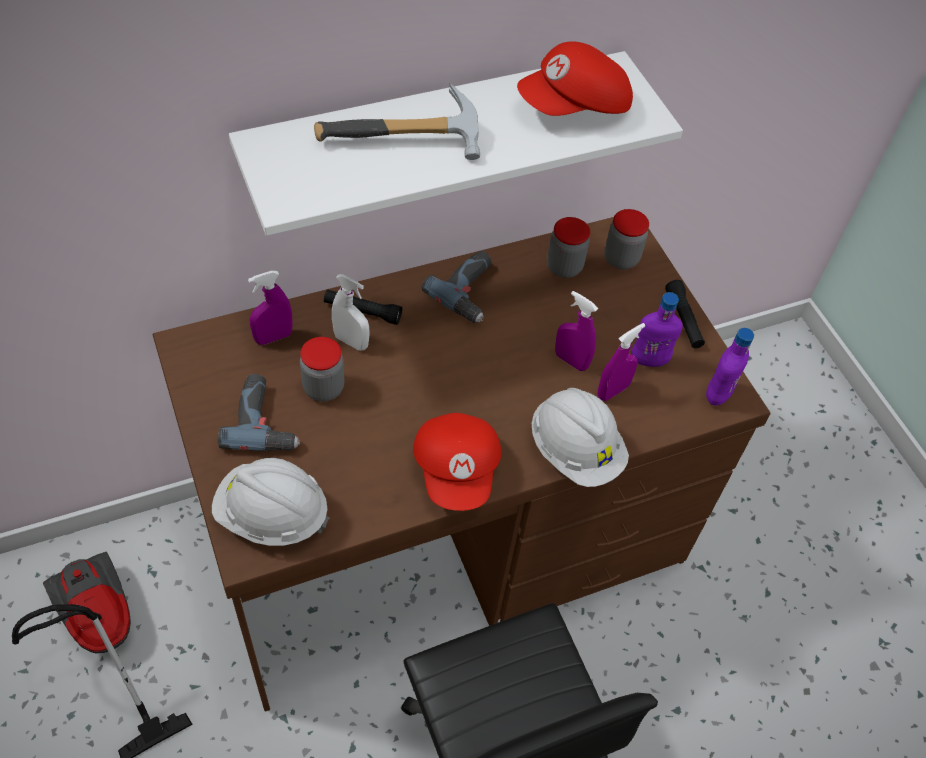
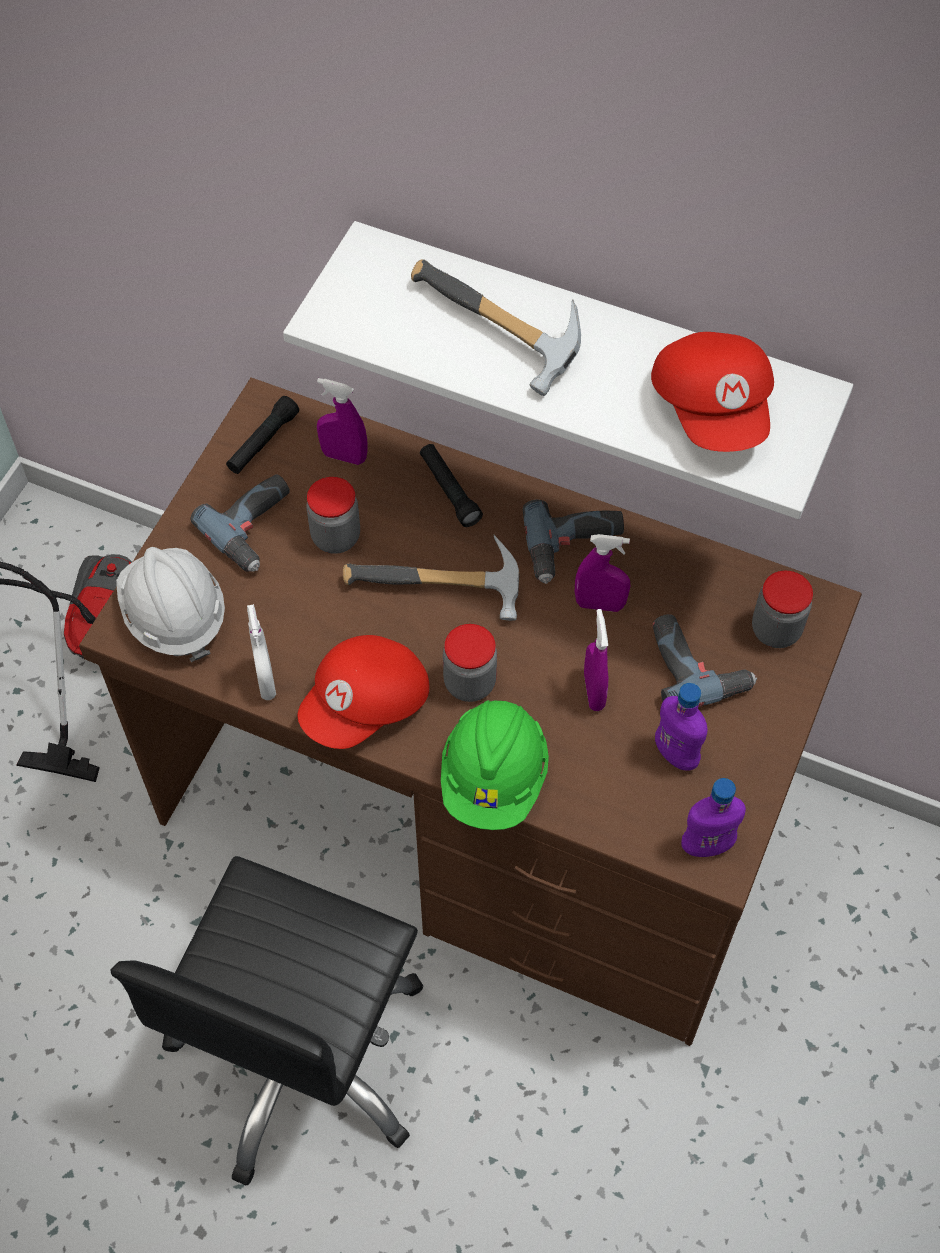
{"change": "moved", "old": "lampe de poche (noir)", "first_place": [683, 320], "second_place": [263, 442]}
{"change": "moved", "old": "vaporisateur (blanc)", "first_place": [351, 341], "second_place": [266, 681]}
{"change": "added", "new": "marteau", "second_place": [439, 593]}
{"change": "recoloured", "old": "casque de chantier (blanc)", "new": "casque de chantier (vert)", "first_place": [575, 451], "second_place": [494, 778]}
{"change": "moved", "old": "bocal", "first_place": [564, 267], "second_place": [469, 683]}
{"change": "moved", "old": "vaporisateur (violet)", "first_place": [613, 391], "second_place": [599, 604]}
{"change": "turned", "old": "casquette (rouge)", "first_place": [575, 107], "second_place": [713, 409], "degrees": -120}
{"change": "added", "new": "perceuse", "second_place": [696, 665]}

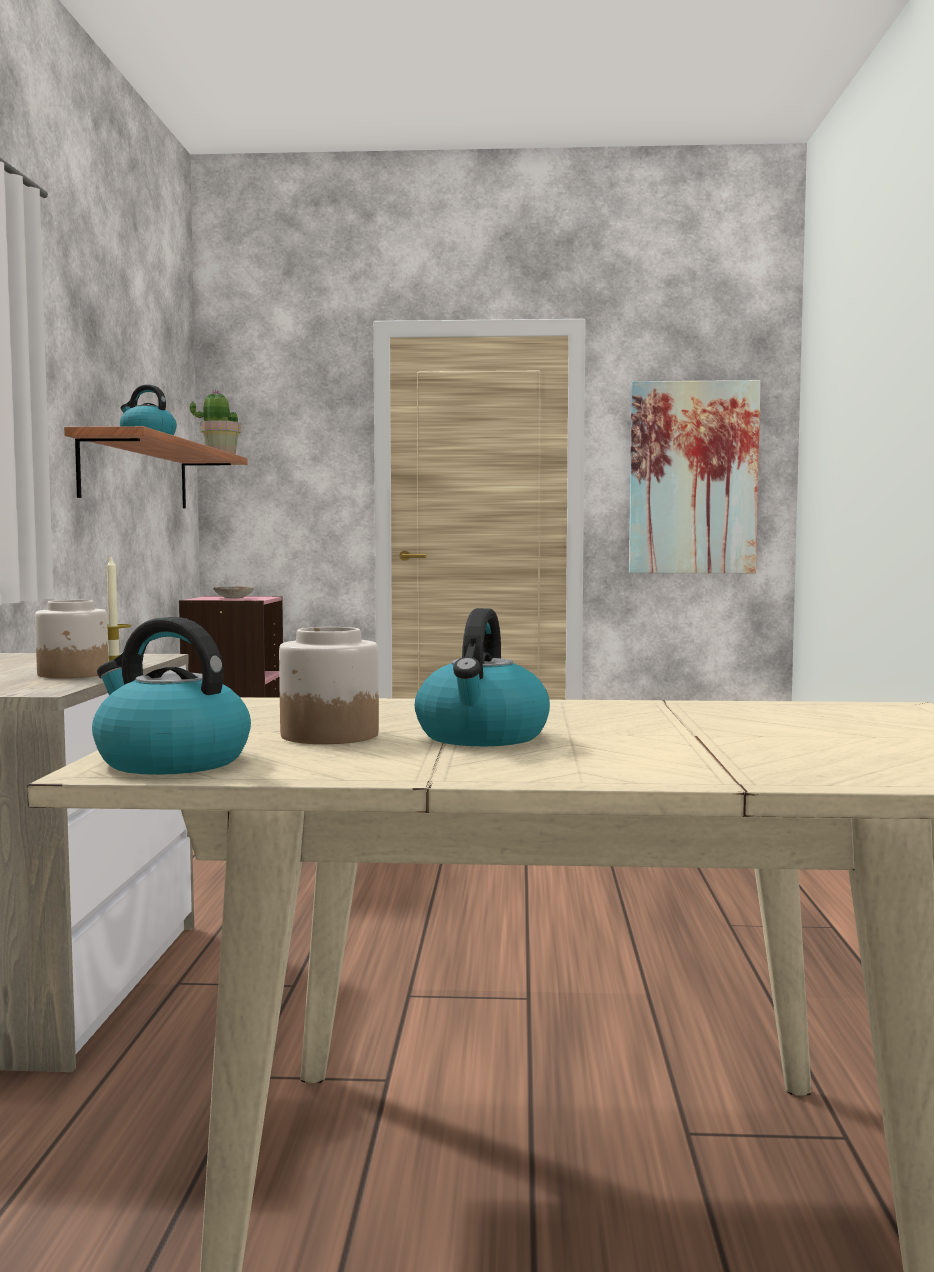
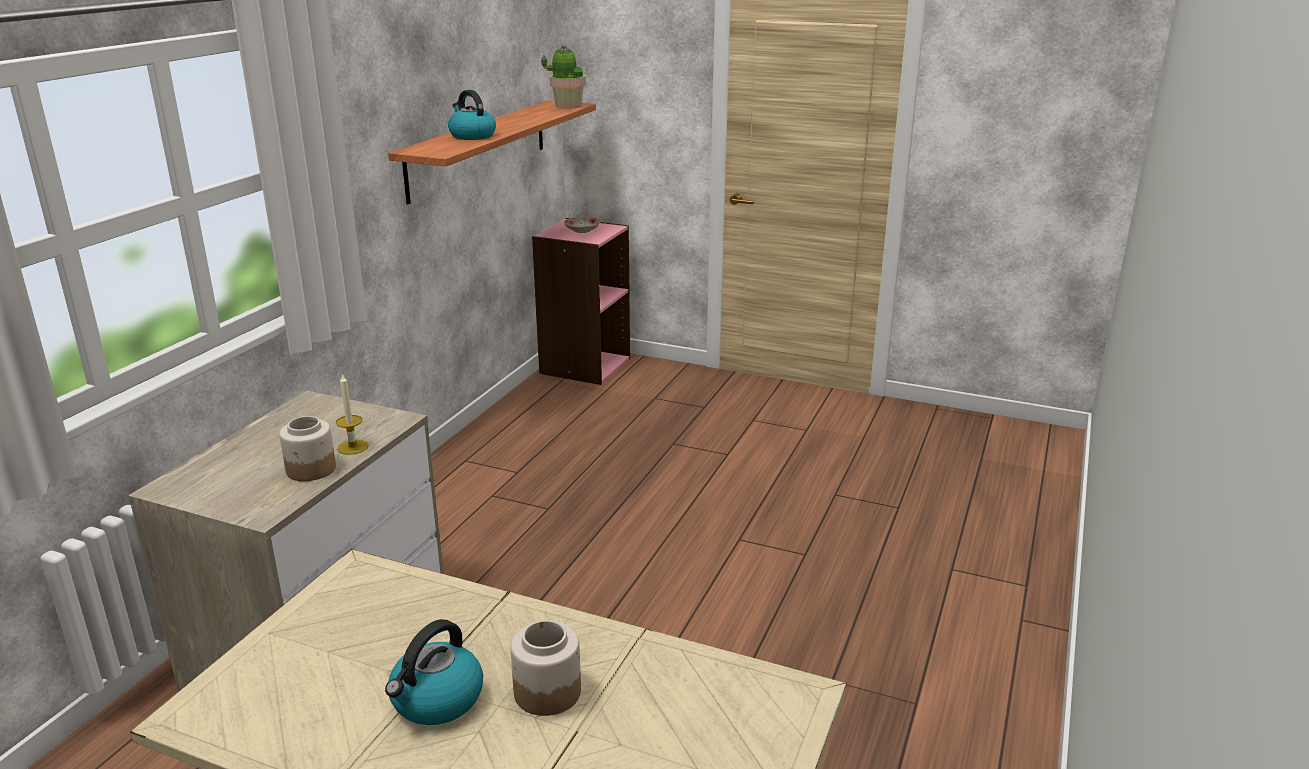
{"change": "moved", "old": "bocal", "first_place": [329, 735], "second_place": [547, 692]}
{"change": "removed", "old": "bouilloire", "first_place": [170, 761]}
{"change": "removed", "old": "tableau", "first_place": [693, 478]}

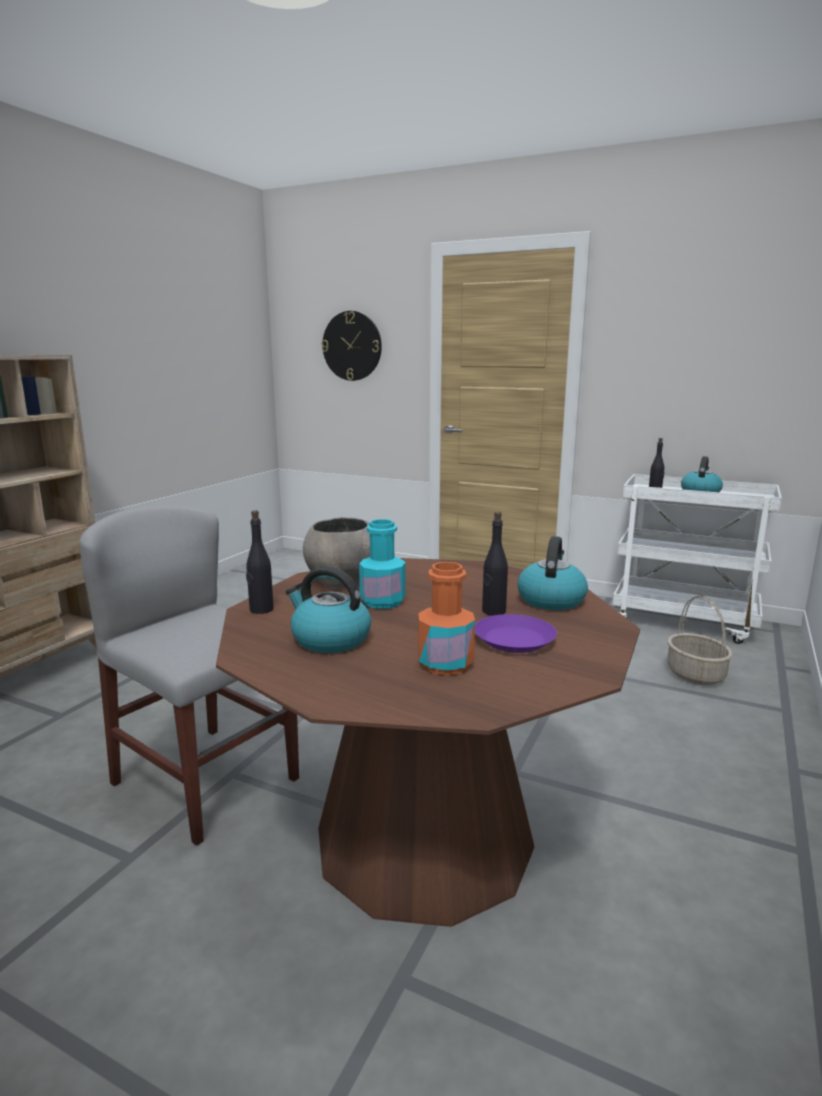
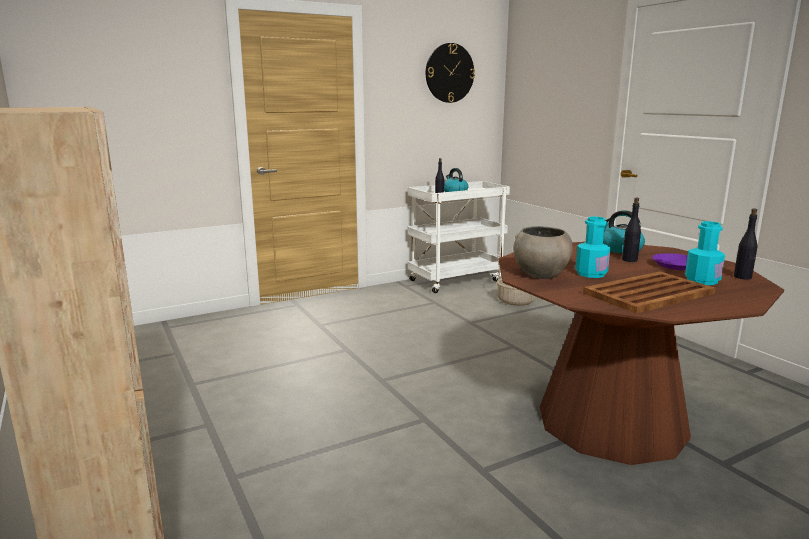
{"change": "moved", "old": "horloge murale", "first_place": [352, 346], "second_place": [449, 73]}
{"change": "replaced", "old": "bouilloire", "new": "plateau (marron)", "first_place": [329, 639], "second_place": [650, 293]}
{"change": "recoloured", "old": "bouteille (orange)", "new": "bouteille (turquoise)", "first_place": [445, 664], "second_place": [702, 281]}
{"change": "moved", "old": "bouteille (noir)", "first_place": [261, 609], "second_place": [742, 277]}
{"change": "removed", "old": "chaise (gris)", "first_place": [206, 781]}

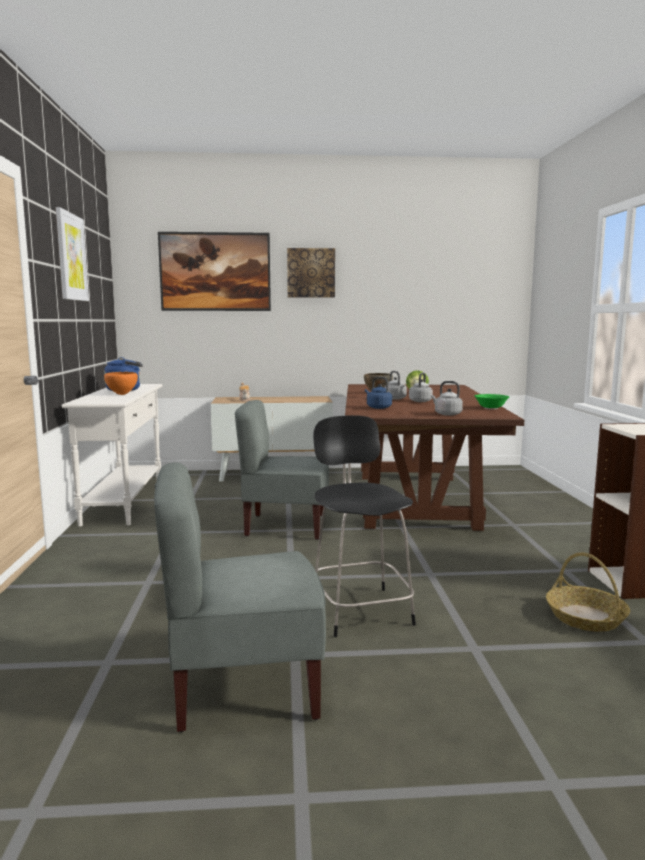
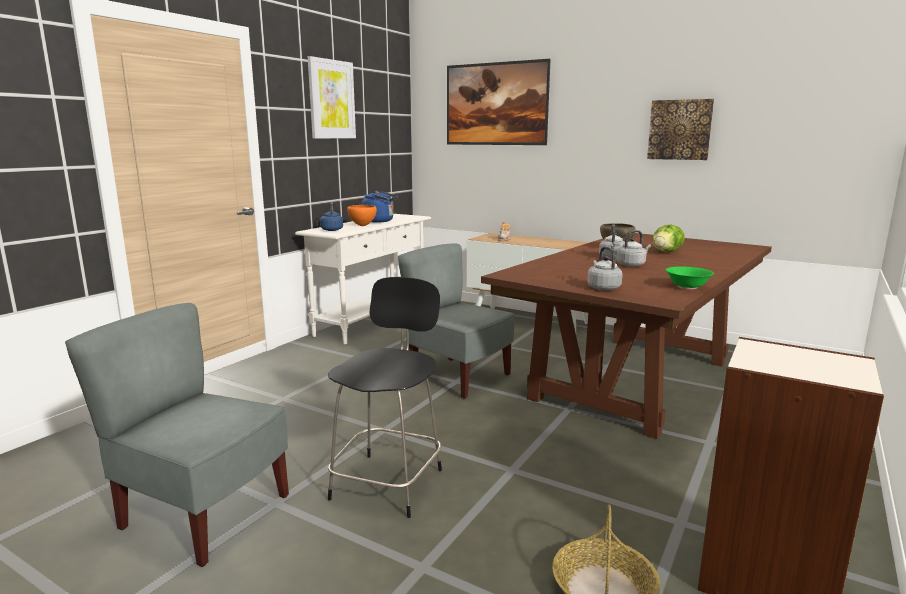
{"change": "moved", "old": "bouilloire (bleu)", "first_place": [377, 407], "second_place": [332, 230]}
{"change": "moved", "old": "tableau", "first_place": [311, 273], "second_place": [680, 130]}

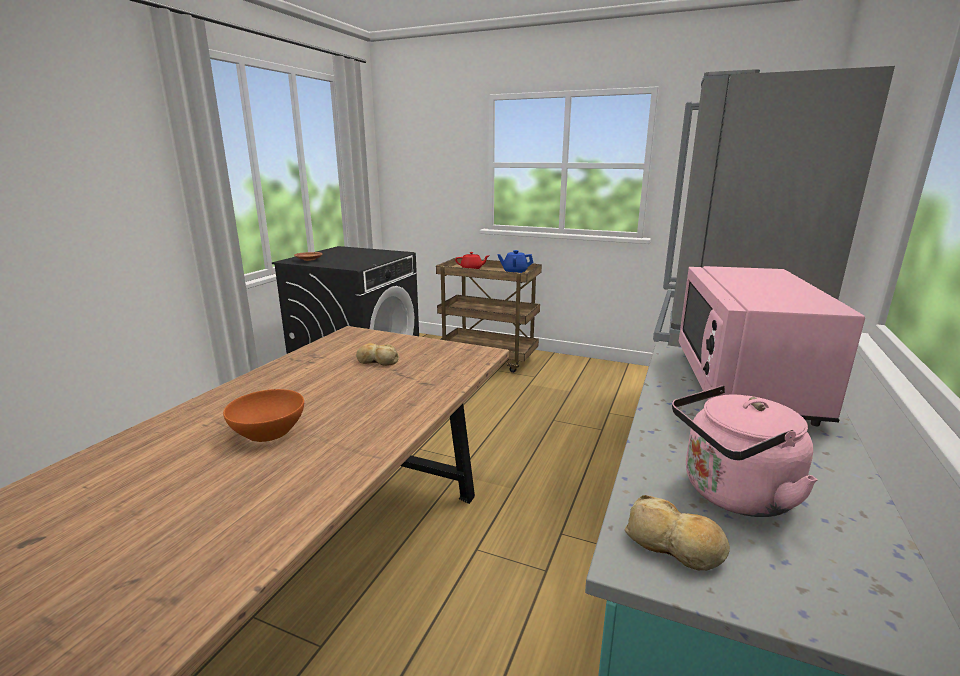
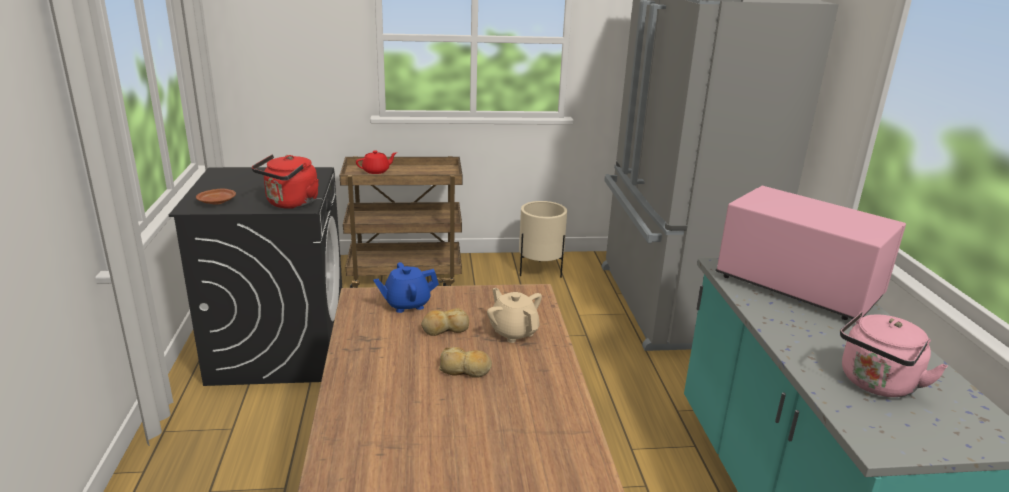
{"change": "added", "new": "bouilloire (rouge)", "second_place": [290, 204]}
{"change": "moved", "old": "théière (bleu)", "first_place": [515, 272], "second_place": [406, 304]}
{"change": "moved", "old": "pain", "first_place": [674, 546], "second_place": [465, 370]}
{"change": "added", "new": "théière (beige)", "second_place": [513, 332]}
{"change": "added", "new": "cache-pot (beige)", "second_place": [540, 271]}
{"change": "turned", "old": "micro-ondes (rose)", "first_place": [744, 384], "second_place": [796, 288], "degrees": 150}
{"change": "removed", "old": "bol (orange)", "first_place": [268, 431]}

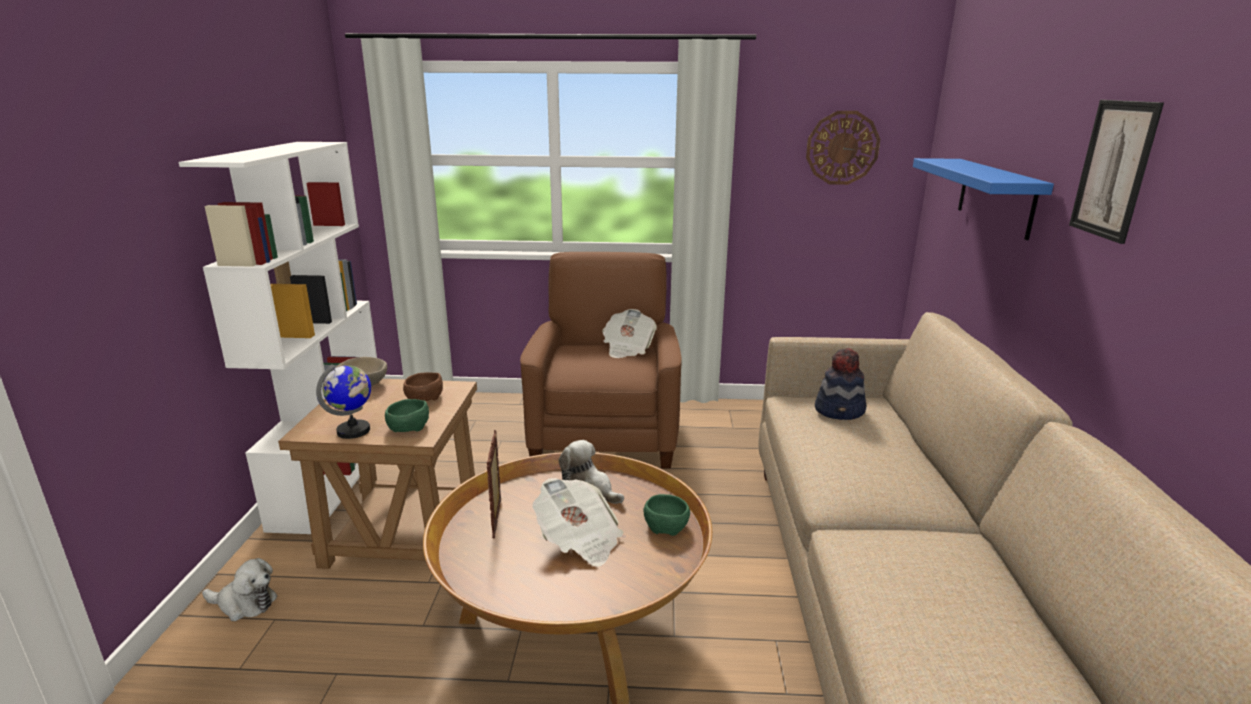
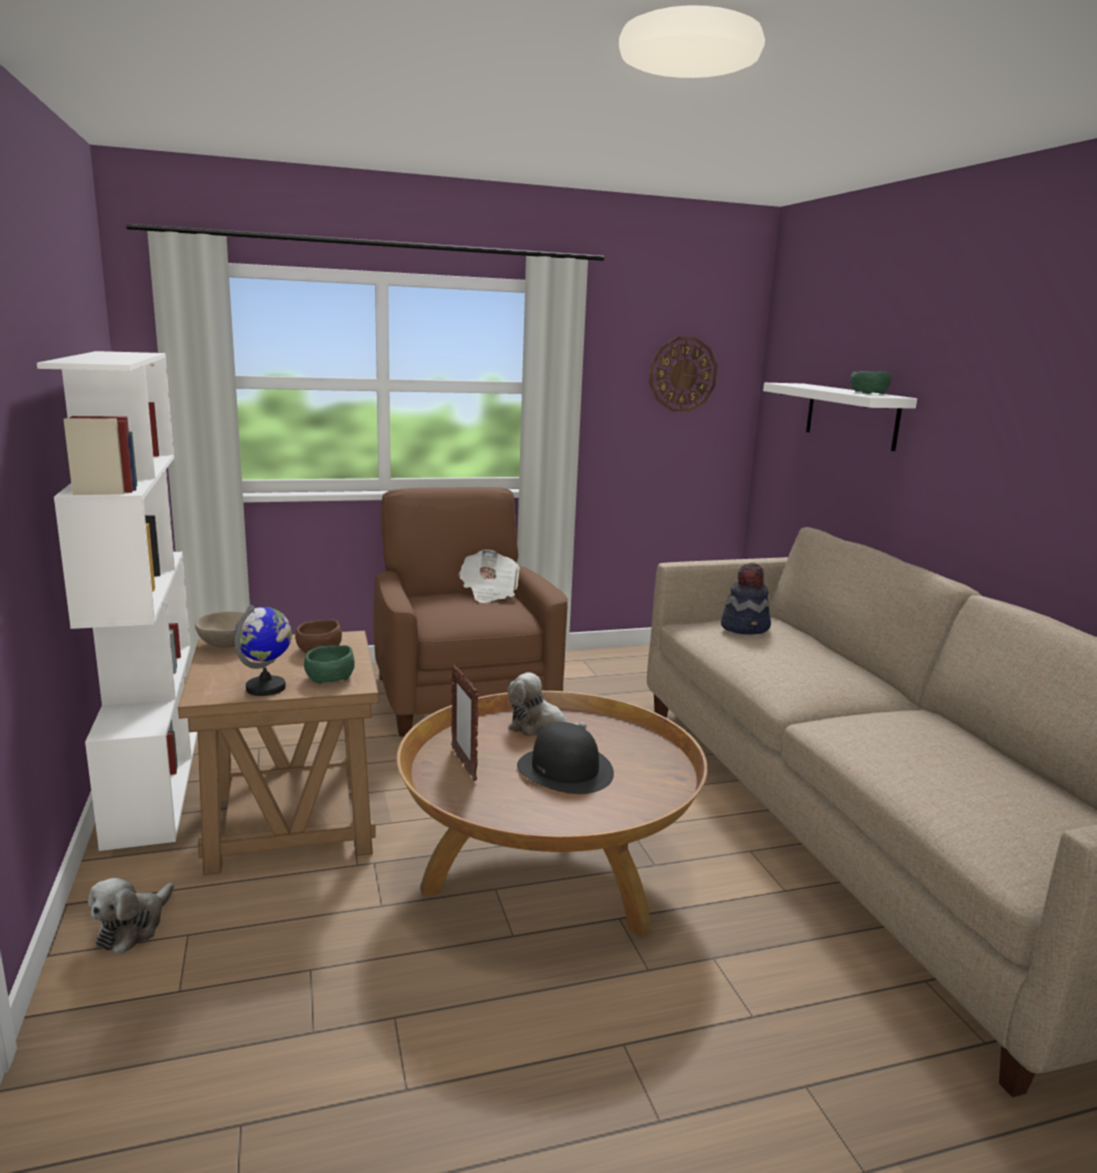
{"change": "turned", "old": "peluche", "first_place": [244, 603], "second_place": [133, 927], "degrees": 120}
{"change": "replaced", "old": "journal", "new": "chapeau (noir)", "first_place": [579, 540], "second_place": [565, 770]}
{"change": "recoloured", "old": "étagère (bleu)", "new": "étagère (blanc)", "first_place": [995, 196], "second_place": [851, 415]}
{"change": "moved", "old": "bol (vert)", "first_place": [665, 525], "second_place": [867, 393]}
{"change": "removed", "old": "tableau", "first_place": [1113, 169]}

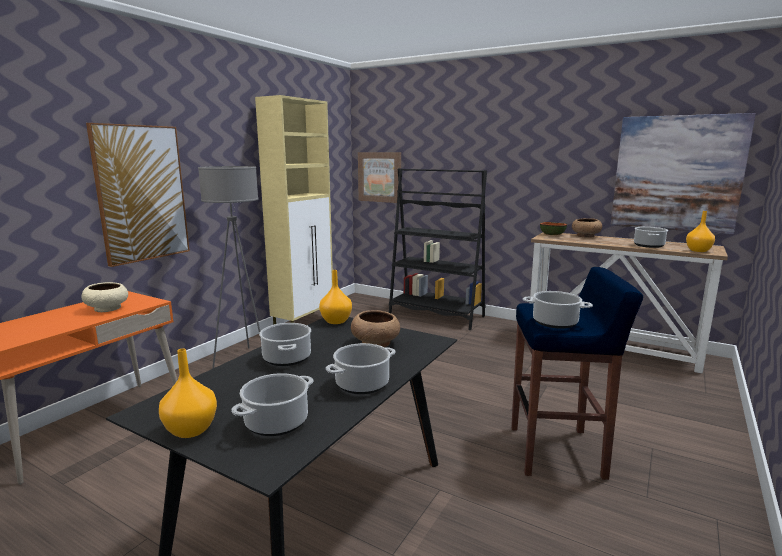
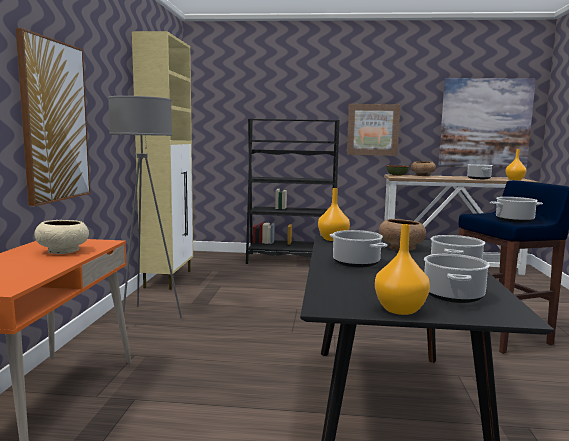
{"change": "moved", "old": "tableau", "first_place": [380, 177], "second_place": [373, 129]}

